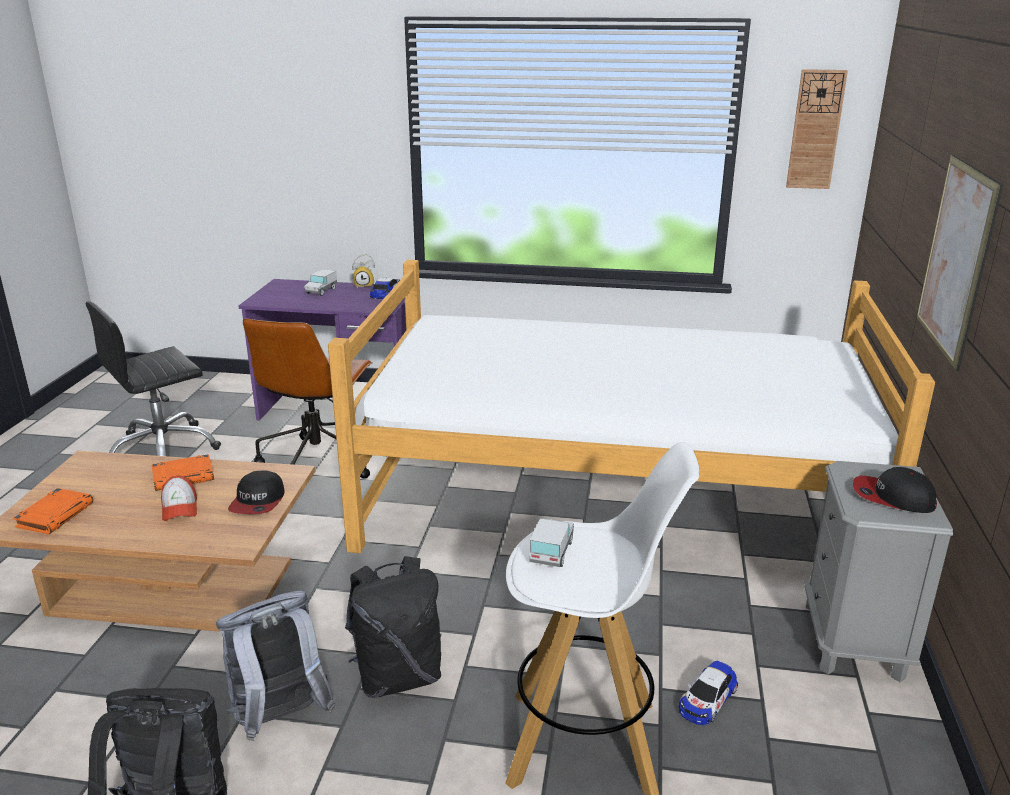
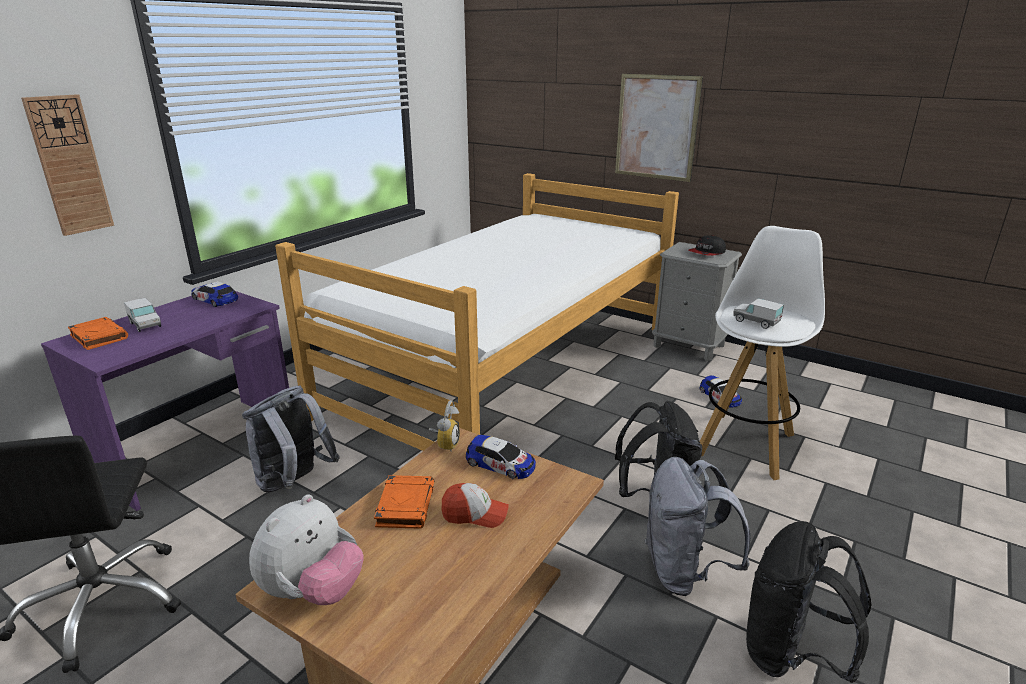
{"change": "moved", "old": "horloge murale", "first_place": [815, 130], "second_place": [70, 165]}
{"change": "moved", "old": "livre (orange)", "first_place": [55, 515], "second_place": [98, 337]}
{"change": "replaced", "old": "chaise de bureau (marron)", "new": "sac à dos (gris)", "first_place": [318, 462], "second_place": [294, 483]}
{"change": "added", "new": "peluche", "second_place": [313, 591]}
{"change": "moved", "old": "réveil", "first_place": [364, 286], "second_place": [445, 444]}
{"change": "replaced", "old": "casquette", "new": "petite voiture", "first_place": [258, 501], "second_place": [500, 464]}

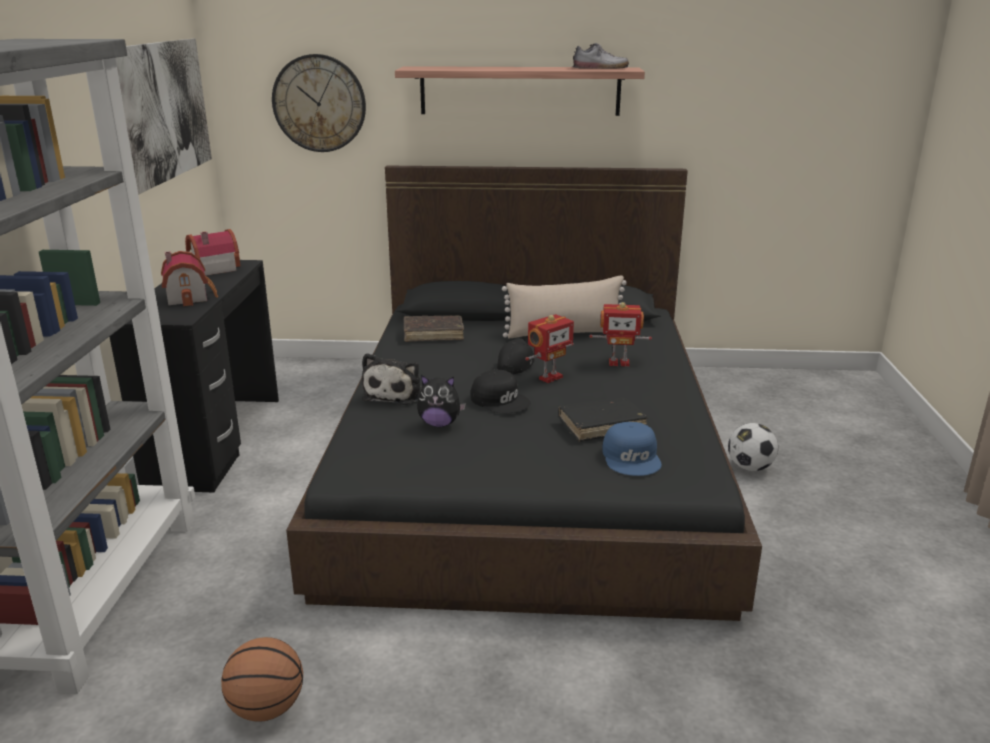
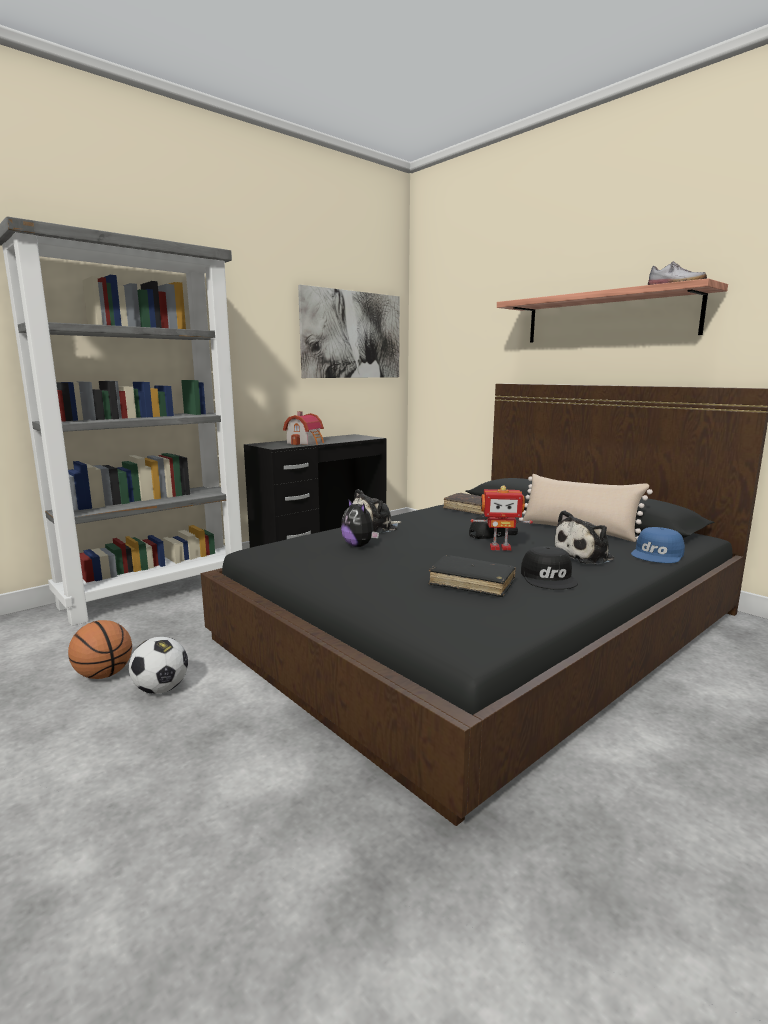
{"change": "moved", "old": "ballon de foot", "first_place": [749, 467], "second_place": [161, 689]}
{"change": "moved", "old": "casquette (noir)", "first_place": [500, 400], "second_place": [549, 578]}
{"change": "replaced", "old": "robot jouet", "new": "peluche", "first_place": [618, 363], "second_place": [585, 556]}
{"change": "moved", "old": "casquette (bleu)", "first_place": [632, 457], "second_place": [658, 554]}
{"change": "removed", "old": "maison miniature", "first_place": [212, 268]}
{"change": "removed", "old": "horloge murale", "first_place": [319, 103]}

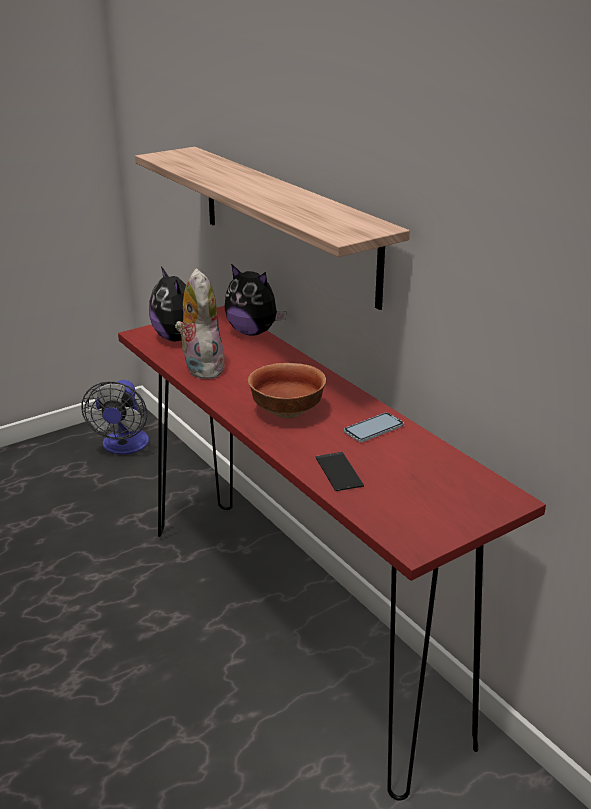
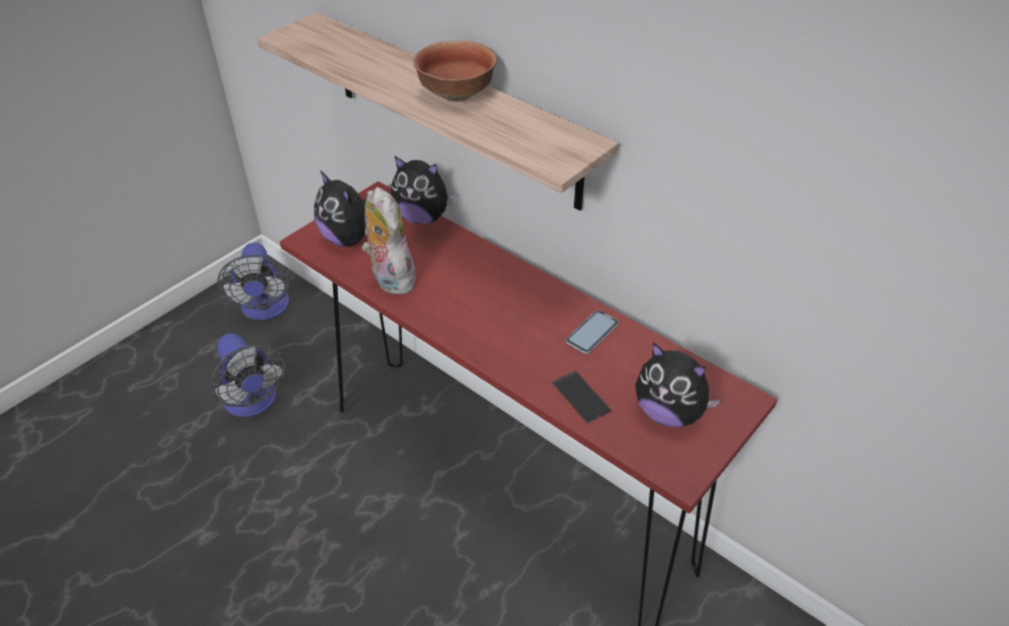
{"change": "added", "new": "ventilateur", "second_place": [254, 402]}
{"change": "moved", "old": "bol", "first_place": [285, 411], "second_place": [455, 94]}
{"change": "added", "new": "peluche", "second_place": [669, 412]}

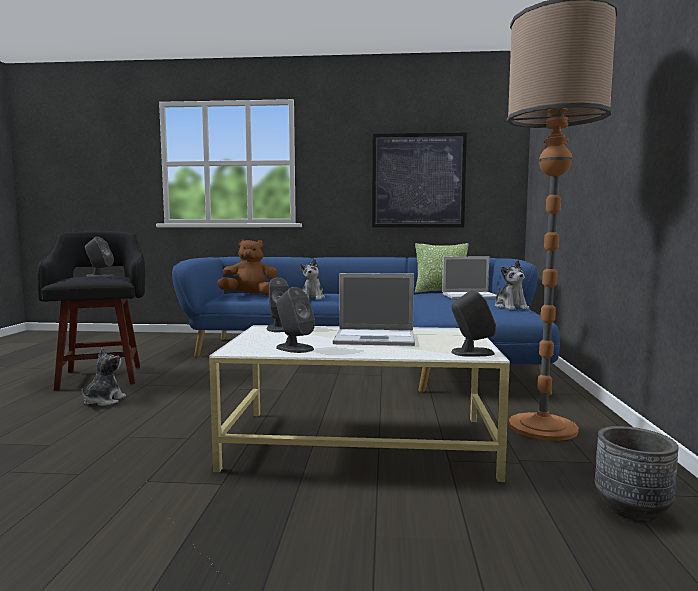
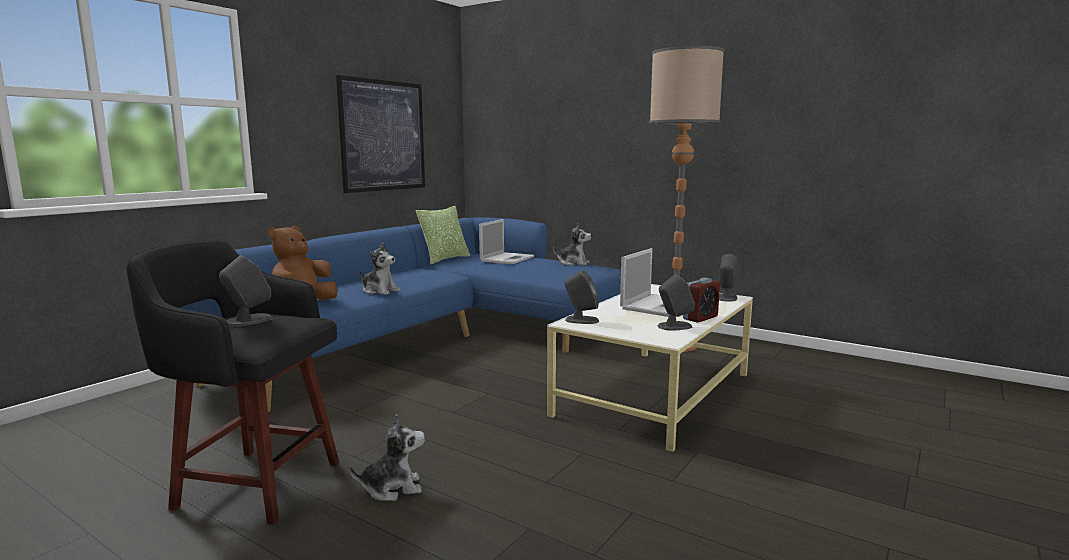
{"change": "turned", "old": "peluche", "first_place": [103, 401], "second_place": [392, 488], "degrees": 120}
{"change": "added", "new": "réveil", "second_place": [700, 318]}
{"change": "removed", "old": "cache-pot (gris)", "first_place": [631, 508]}

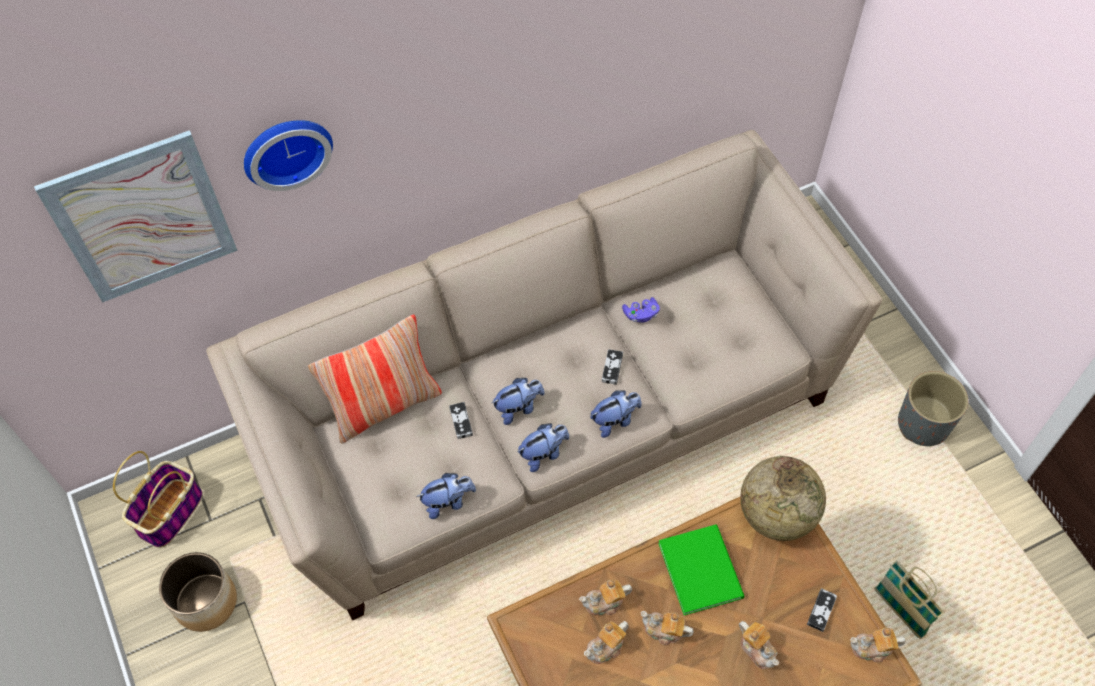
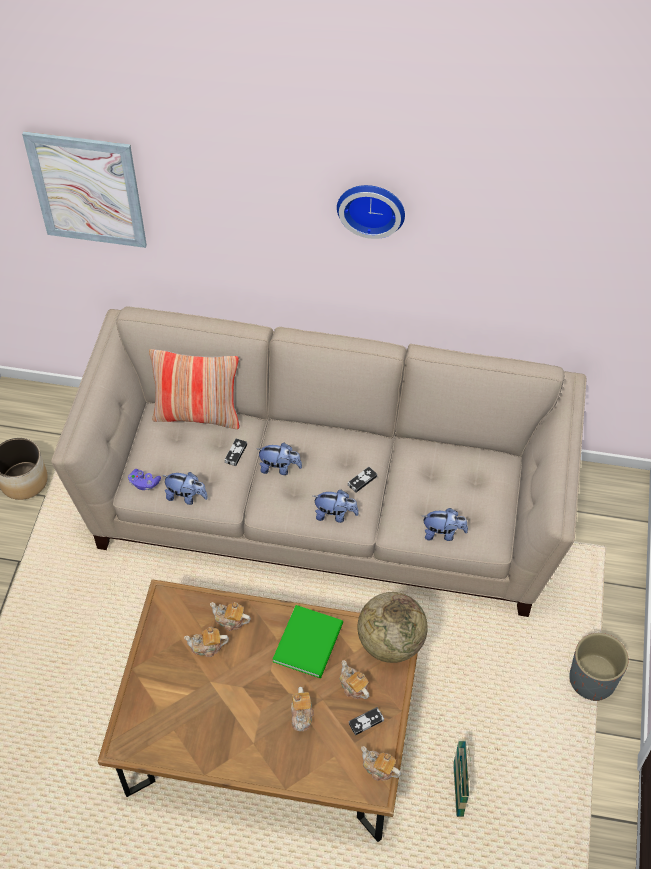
{"change": "moved", "old": "manette (violet)", "first_place": [641, 314], "second_place": [144, 483]}
{"change": "moved", "old": "horloge murale", "first_place": [285, 149], "second_place": [371, 207]}
{"change": "moved", "old": "théière", "first_place": [664, 631], "second_place": [353, 686]}
{"change": "moved", "old": "peluche", "first_place": [543, 454], "second_place": [443, 533]}
{"change": "removed", "old": "panier", "first_place": [170, 512]}

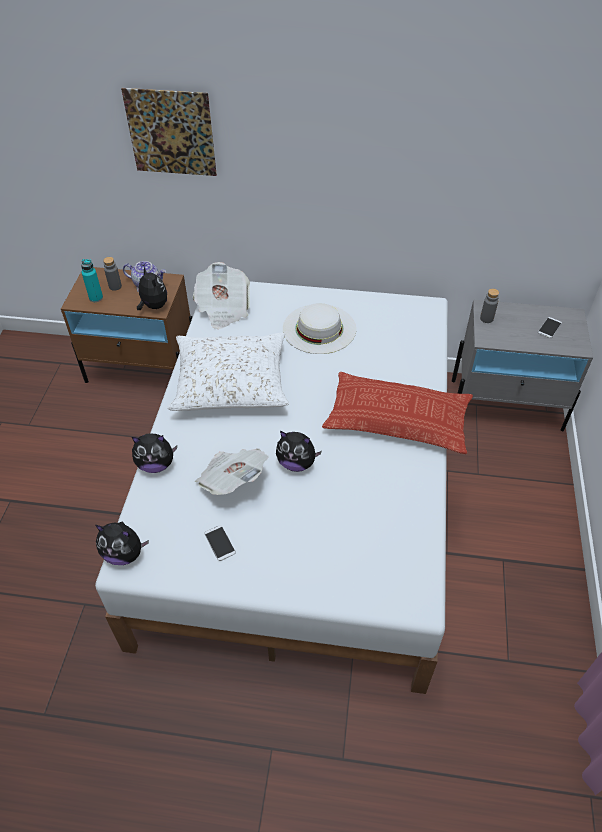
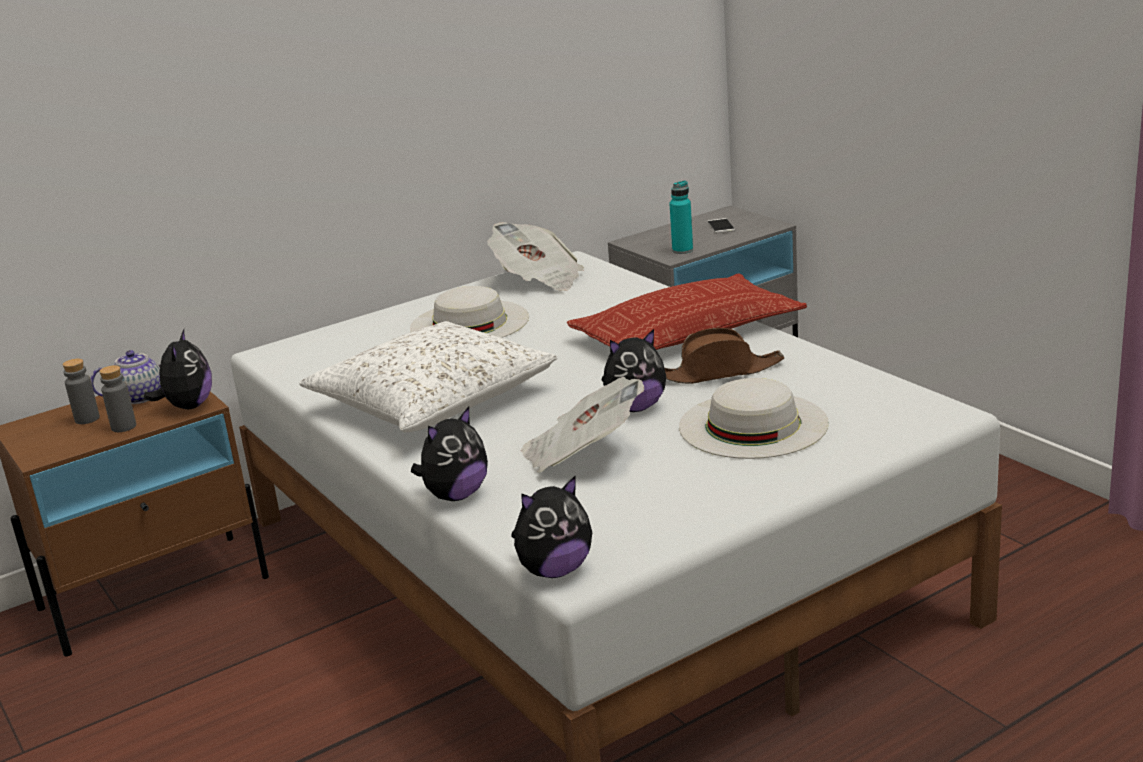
{"change": "moved", "old": "bouteille (gris)", "first_place": [486, 318], "second_place": [124, 427]}
{"change": "turned", "old": "peluche", "first_place": [153, 306], "second_place": [188, 406], "degrees": 75}
{"change": "moved", "old": "journal", "first_place": [223, 308], "second_place": [539, 280]}
{"change": "added", "new": "chapeau (marron)", "second_place": [718, 372]}
{"change": "moved", "old": "bouteille (turquoise)", "first_place": [96, 298], "second_place": [682, 250]}
{"change": "added", "new": "chapeau (blanc)", "second_place": [753, 425]}
{"change": "removed", "old": "tableau", "first_place": [171, 133]}
{"change": "removed", "old": "téléphone", "first_place": [220, 543]}

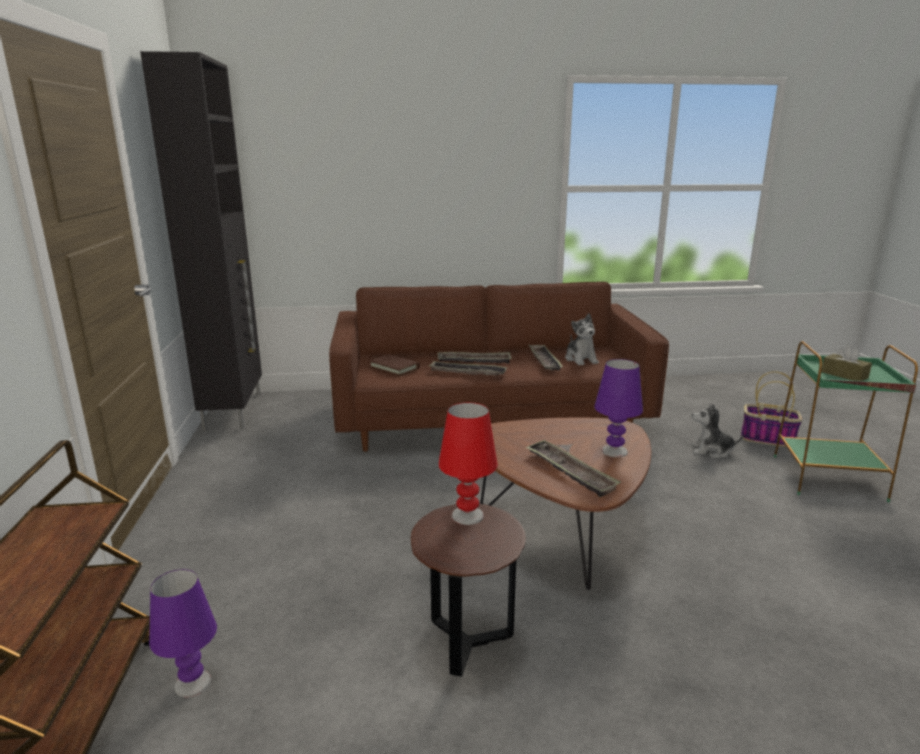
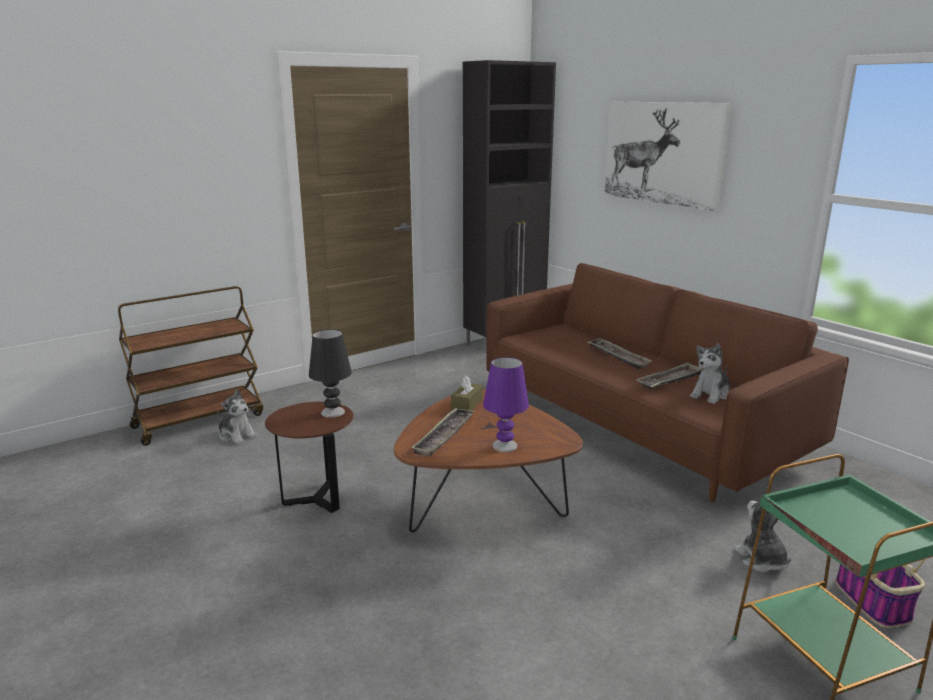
{"change": "replaced", "old": "lampe de table (violet)", "new": "peluche", "first_place": [192, 683], "second_place": [237, 435]}
{"change": "recoloured", "old": "lampe de table (rouge)", "new": "lampe de table (noir)", "first_place": [467, 515], "second_place": [333, 412]}
{"change": "moved", "old": "boîte à mouchoirs (marron)", "first_place": [844, 375], "second_place": [467, 404]}
{"change": "added", "new": "tableau", "second_place": [663, 153]}
{"change": "removed", "old": "livre (marron)", "first_place": [394, 367]}
{"change": "removed", "old": "plateau", "first_place": [467, 372]}

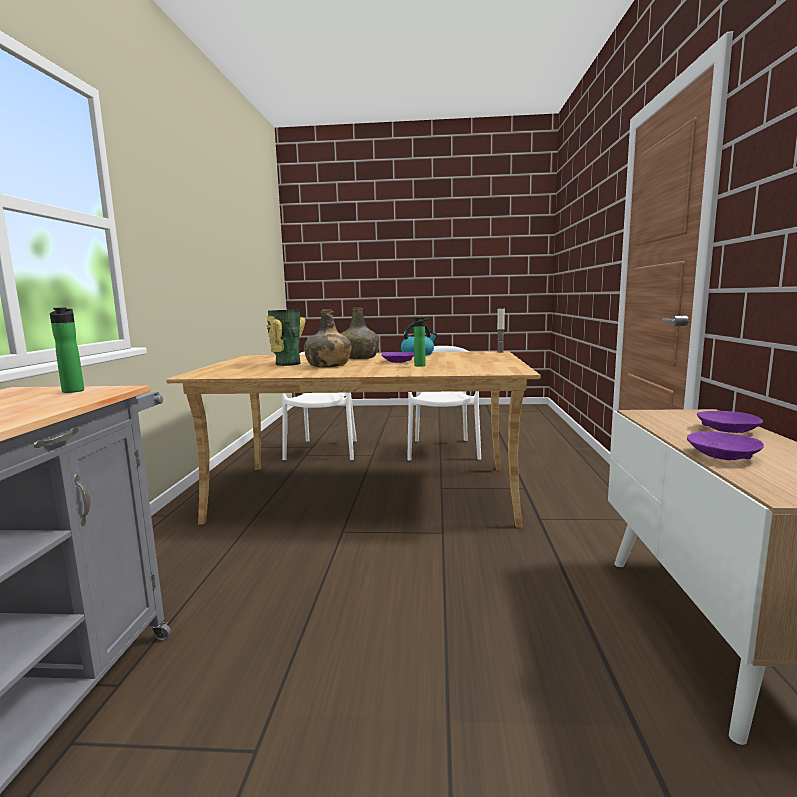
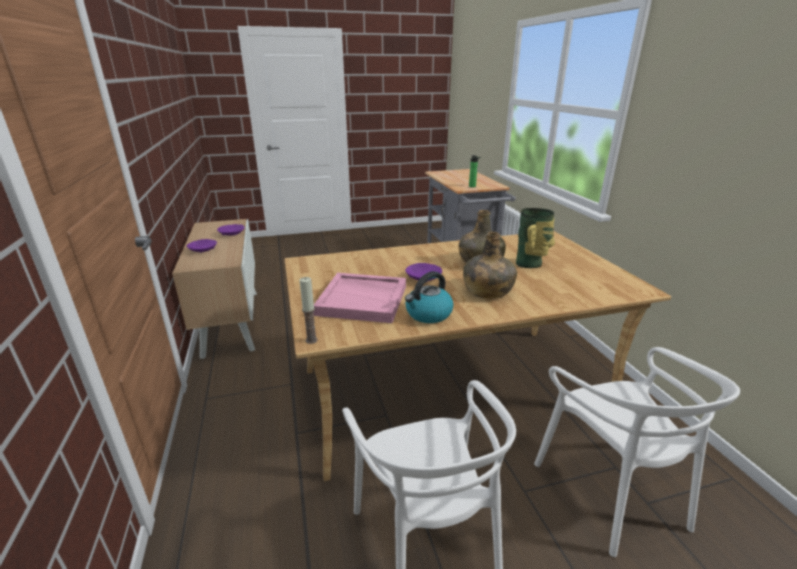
{"change": "added", "new": "plateau (rose)", "second_place": [363, 300]}
{"change": "removed", "old": "bouteille", "first_place": [421, 365]}

